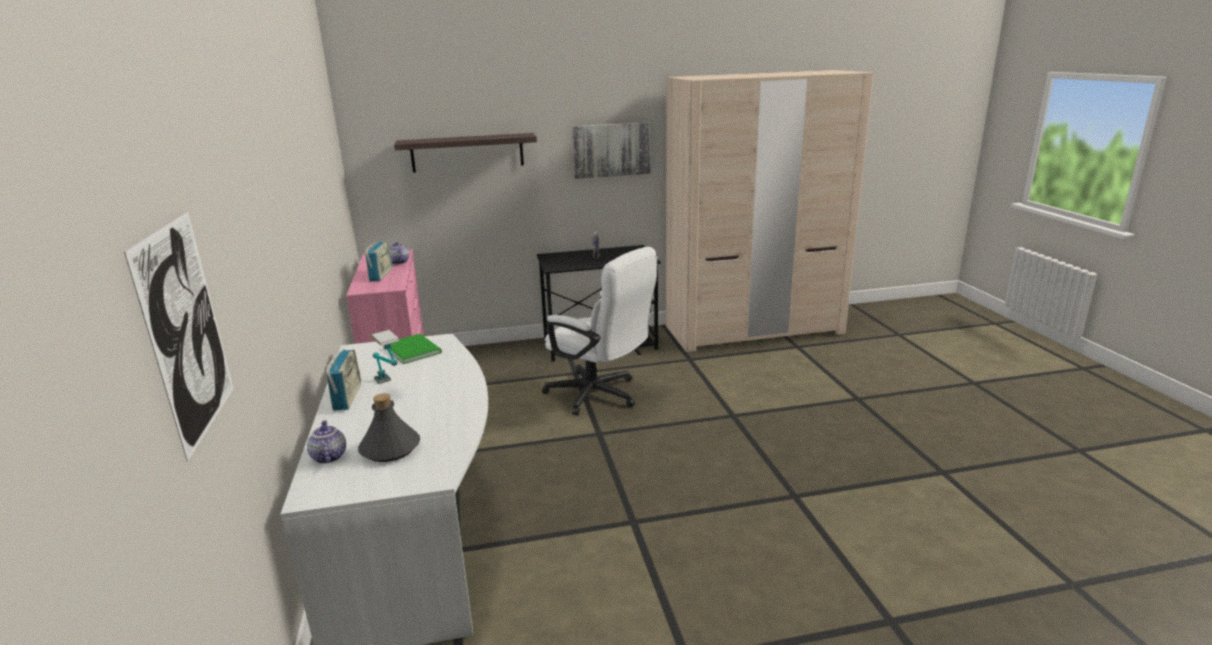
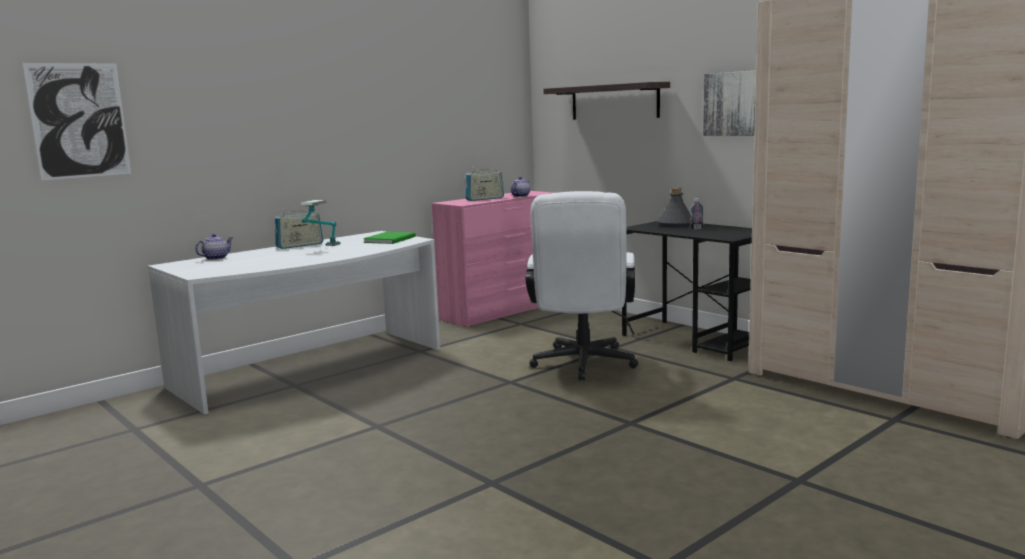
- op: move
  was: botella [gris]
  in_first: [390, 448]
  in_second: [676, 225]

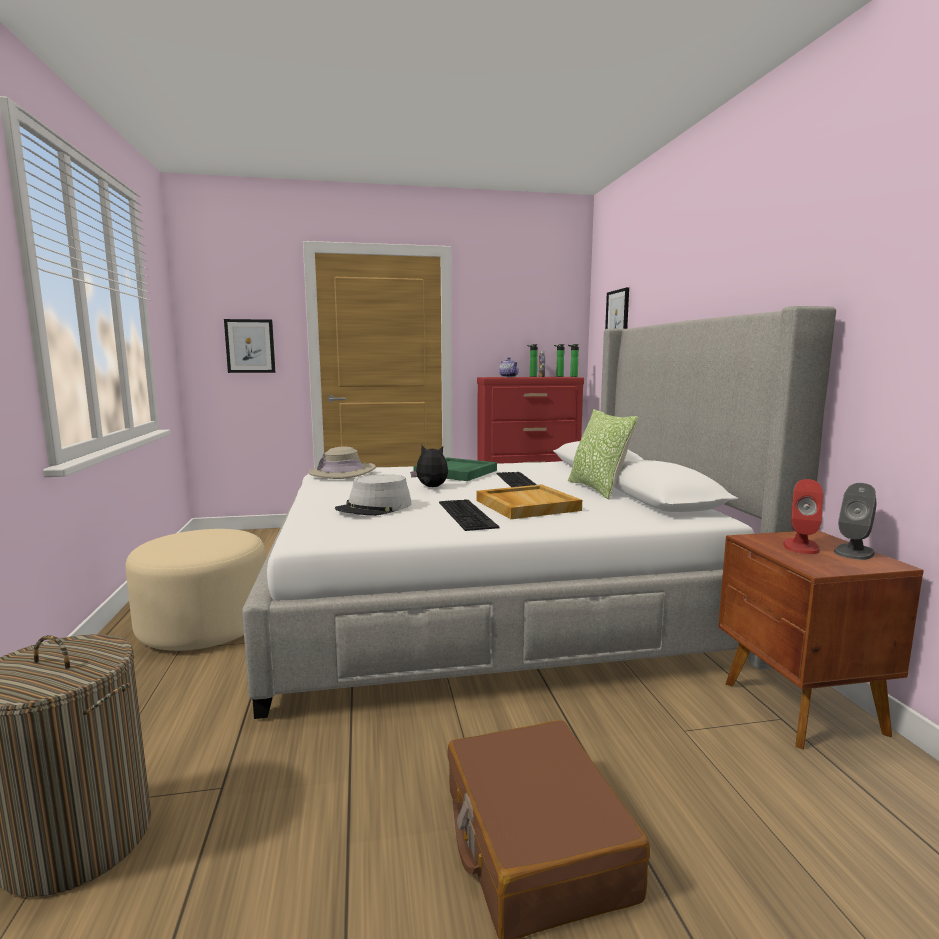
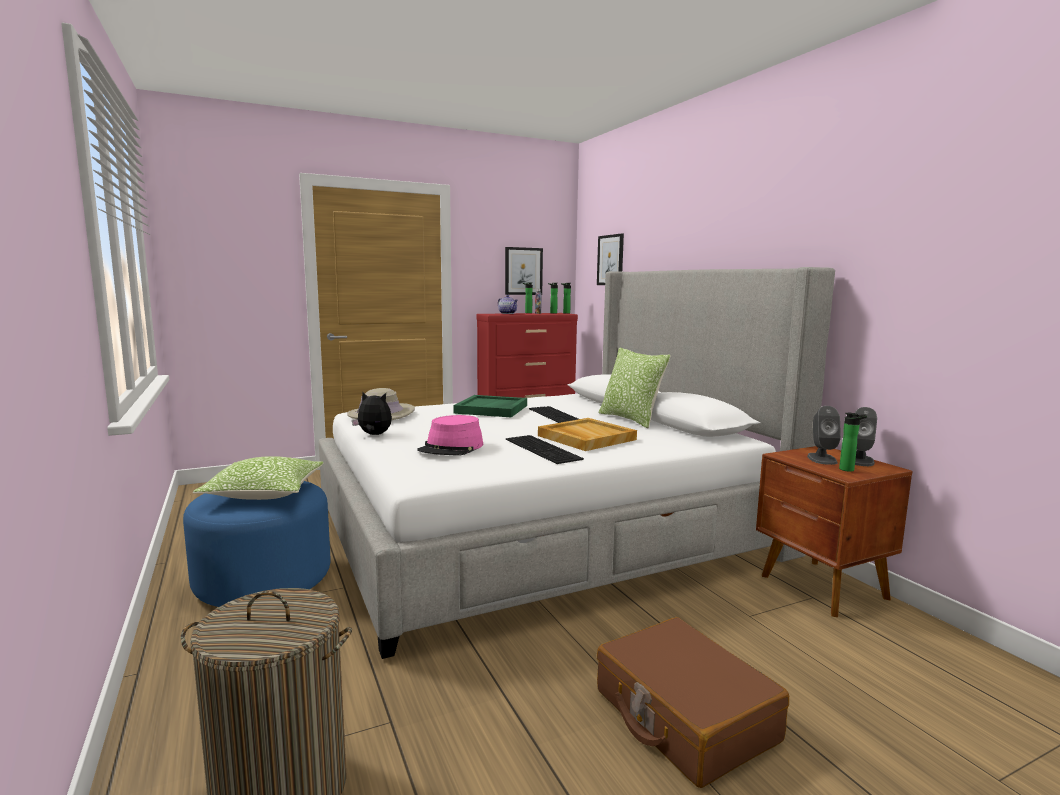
- op: recolor
  was: puf [beis]
  now: puf [azul]
  in_first: [204, 626]
  in_second: [264, 580]
- op: insert
  now: cojín
  in_second: [265, 493]
- op: move
  was: peluche
  in_first: [431, 487]
  in_second: [374, 435]
- op: recolor
  was: sombrero [gris]
  now: sombrero [rosa]
  in_first: [374, 508]
  in_second: [451, 448]
- op: move
  was: cuadro
  in_first: [250, 346]
  in_second: [523, 271]
- op: recolor
  was: altavoz [rojo]
  now: altavoz [gris]
  in_first: [801, 546]
  in_second: [822, 459]
- op: insert
  now: botella
  in_second: [849, 469]

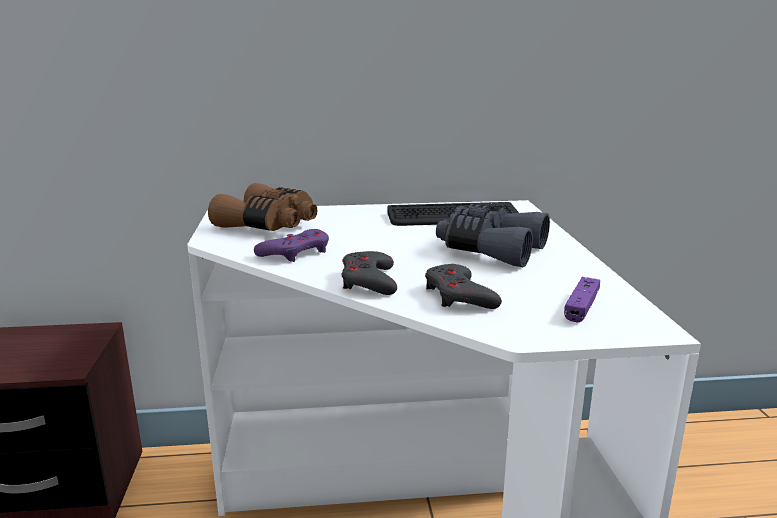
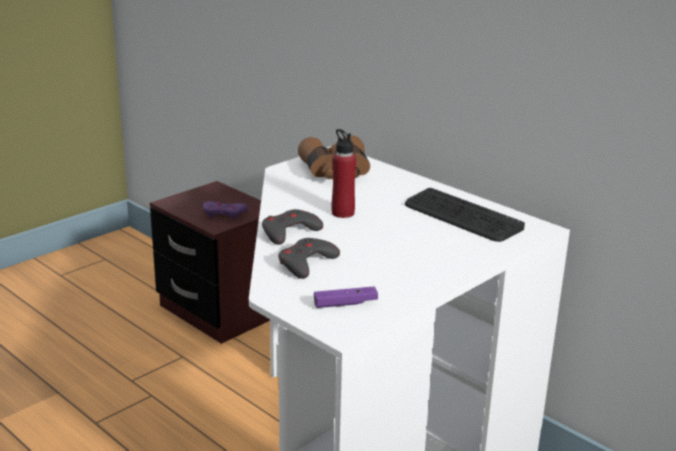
- op: move
  was: mando de consola [morado]
  in_first: [296, 252]
  in_second: [224, 214]
- op: insert
  now: botella [rojo]
  in_second: [342, 213]
- op: delete
  was: prismáticos [gris]
  in_first: [489, 249]

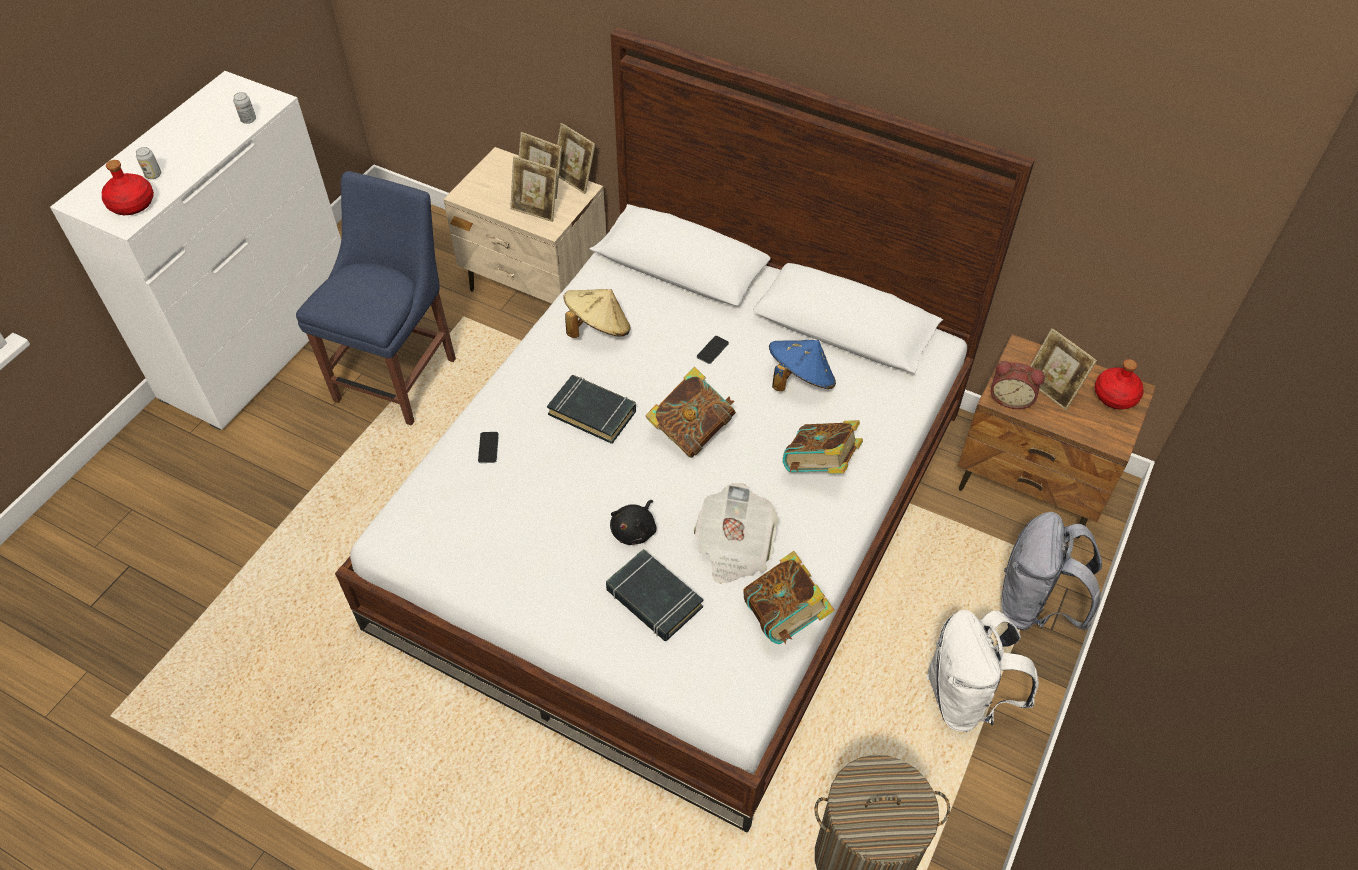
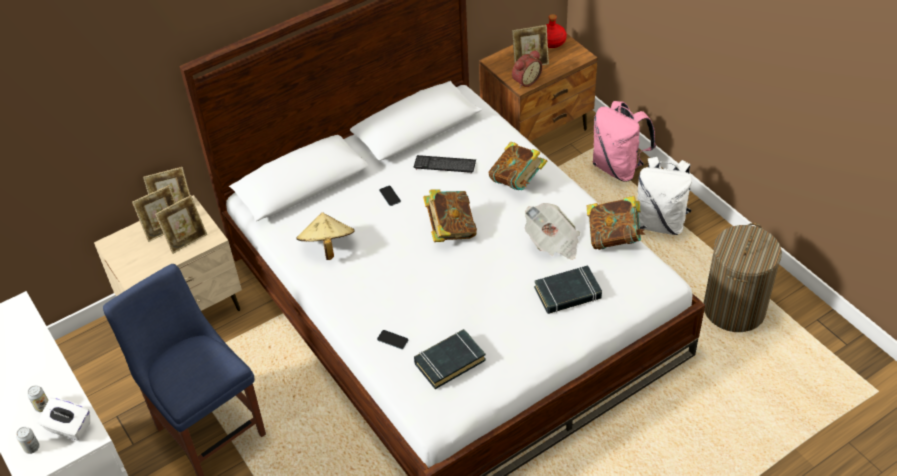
- op: move
  was: lata
  in_first: [248, 120]
  in_second: [32, 448]
- op: replace
  was: botella [rojo]
  now: caja de pañuelos [blanco]
  in_first: [132, 204]
  in_second: [69, 428]
- op: replace
  was: sombrero [azul]
  now: teclado
  in_first: [799, 380]
  in_second: [445, 165]
- op: move
  was: libro [negro]
  in_first: [592, 412]
  in_second: [449, 361]
- op: recolor
  was: mochila [gris]
  now: mochila [rosa]
  in_first: [1034, 606]
  in_second: [618, 167]
- op: delete
  was: peluche [negro]
  in_first: [635, 530]

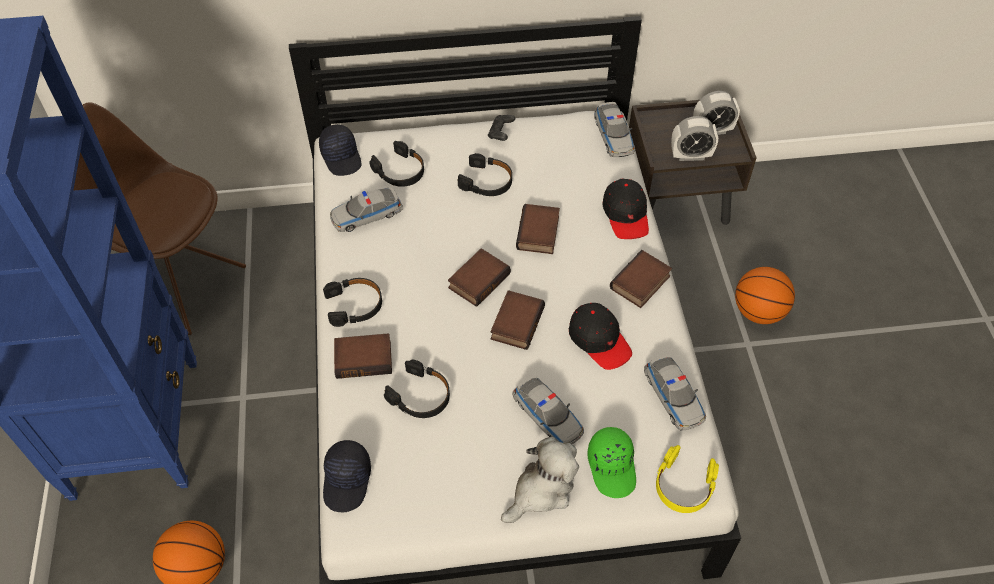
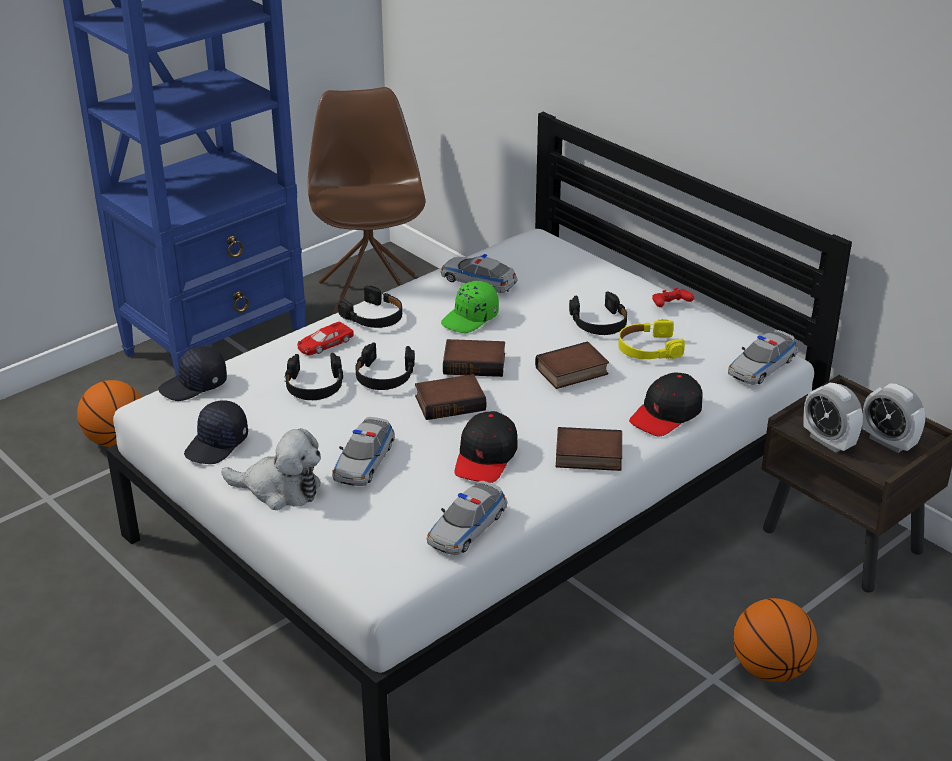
- op: move
  was: gorra [negro]
  in_first: [342, 157]
  in_second: [217, 444]
- op: replace
  was: libro
  now: coche de juguete [rojo]
  in_first: [364, 358]
  in_second: [324, 344]
- op: move
  was: auriculares [negro]
  in_first: [400, 171]
  in_second: [384, 376]
- op: move
  was: gorra [verde]
  in_first: [612, 466]
  in_second: [470, 318]
- op: move
  was: auriculares [amarillo]
  in_first: [683, 485]
  in_second: [648, 349]
- op: recolor
  was: mando de consola [negro]
  now: mando de consola [rojo]
  in_first: [501, 133]
  in_second: [670, 306]

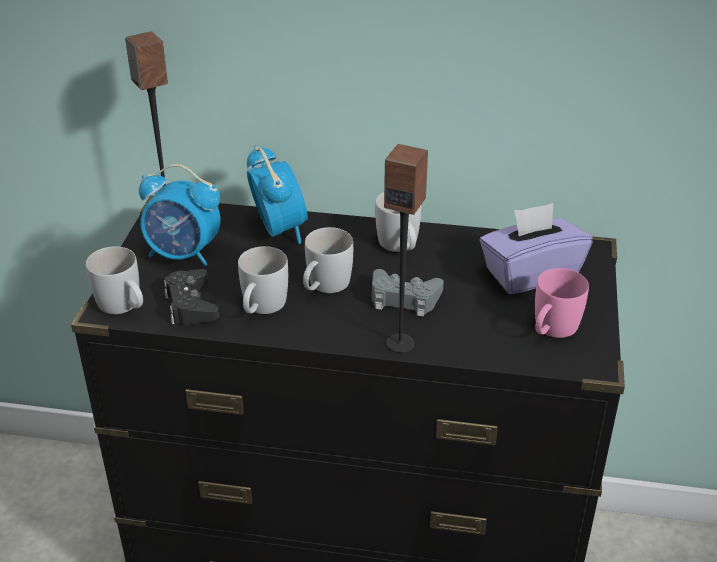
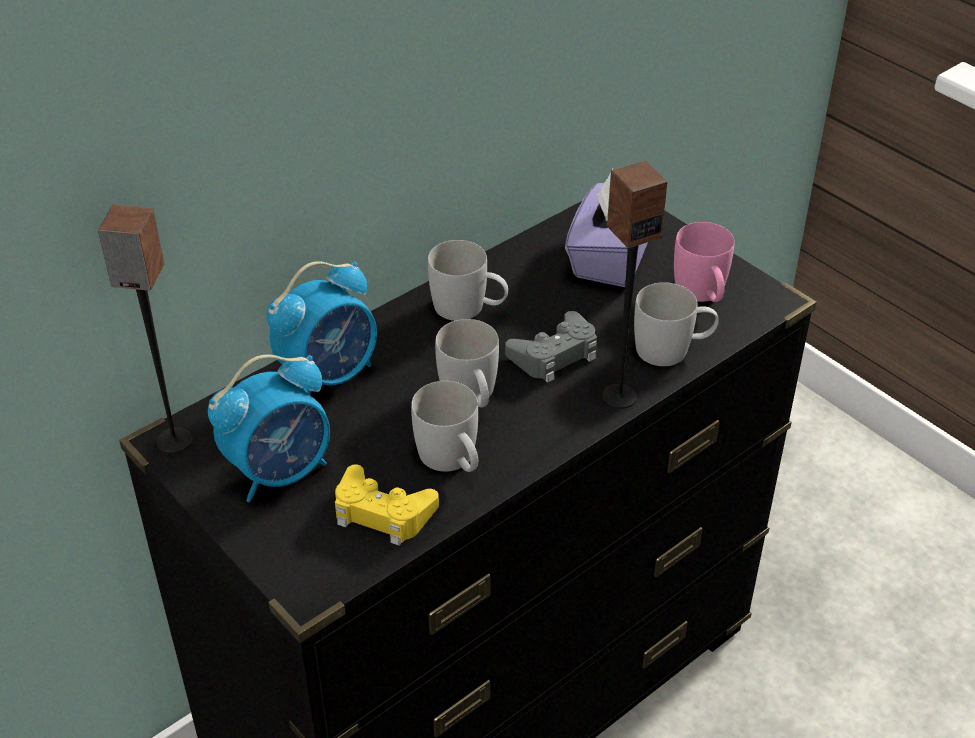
- op: rotate
  was: despertador
  in_first: [279, 230]
  in_second: [330, 374]
  clockwise: 120
- op: recolor
  was: mando de consola [negro]
  now: mando de consola [amarillo]
  in_first: [191, 305]
  in_second: [382, 513]
- op: move
  was: taza grande [blanco]
  in_first: [124, 306]
  in_second: [673, 349]

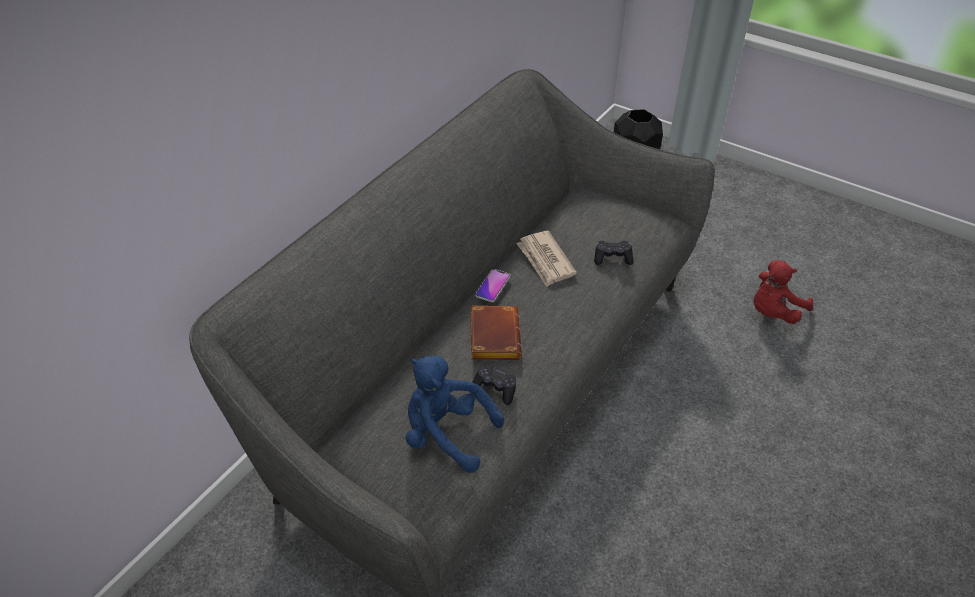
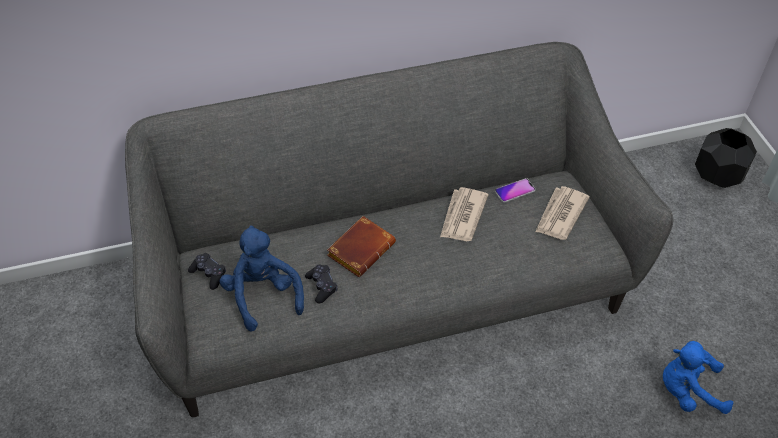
- op: move
  was: mando de consola [negro]
  in_first: [612, 258]
  in_second: [209, 274]
- op: move
  was: móvil
  in_first: [492, 286]
  in_second: [515, 191]
- op: insert
  now: periódico
  in_second: [560, 215]
- op: recolor
  was: peluche [rojo]
  now: peluche [azul]
  in_first: [773, 312]
  in_second: [688, 391]

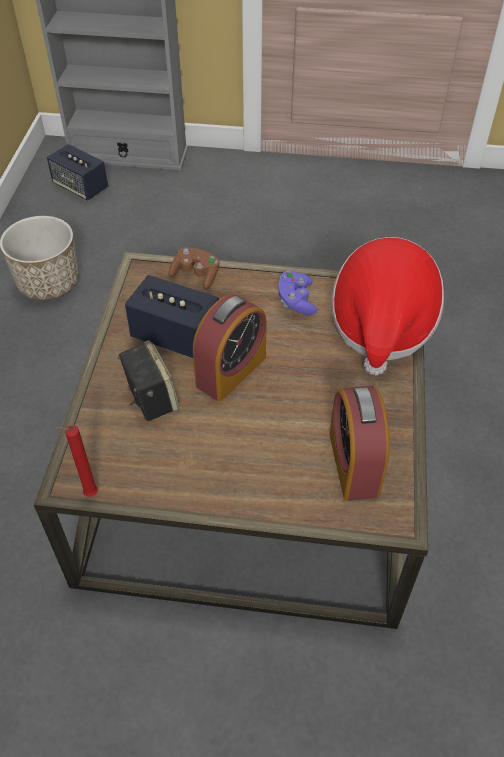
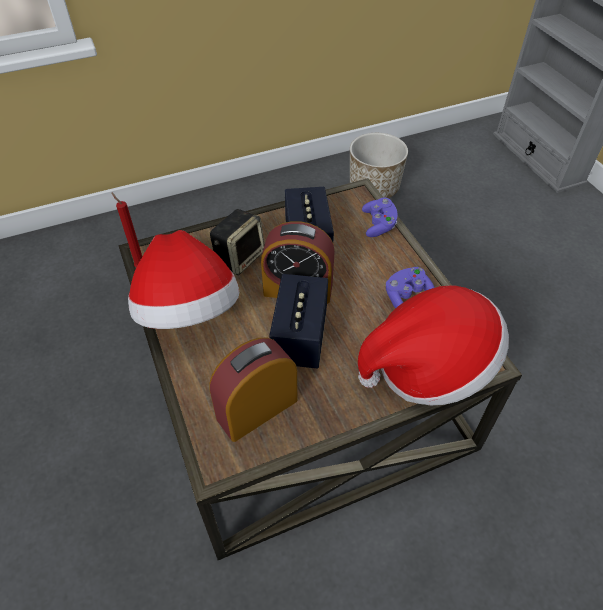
- op: insert
  now: sombrero
  in_second: [188, 311]
- op: move
  was: altavoz
  in_first: [81, 187]
  in_second: [300, 337]
- op: recolor
  was: mando de consola [marrón]
  now: mando de consola [morado]
  in_first: [196, 275]
  in_second: [379, 225]

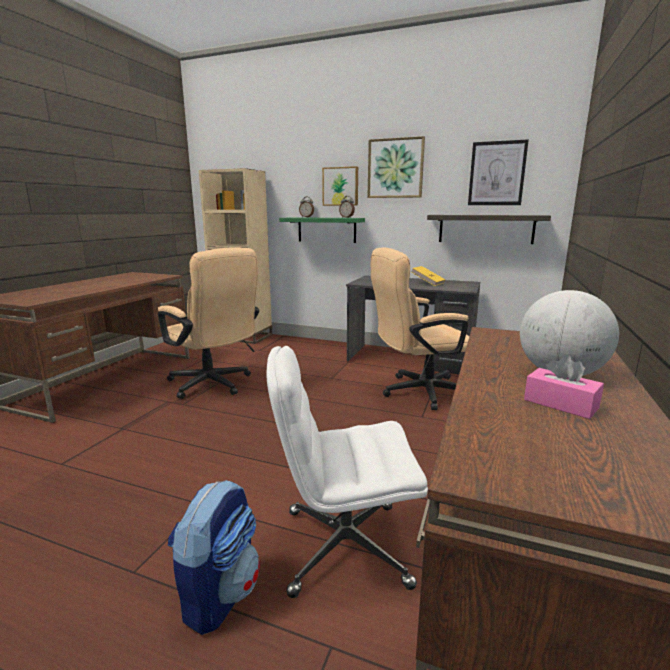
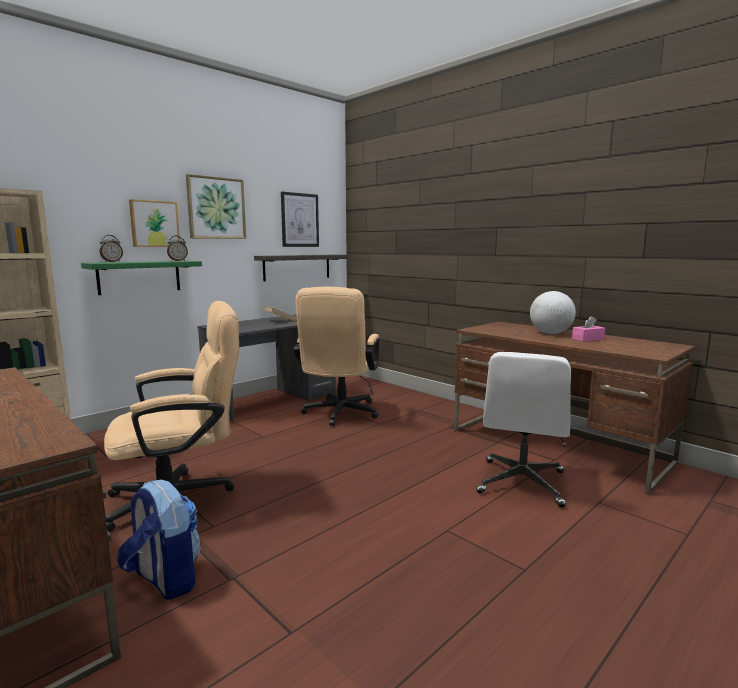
- op: move
  was: mochila
  in_first: [220, 593]
  in_second: [164, 579]

